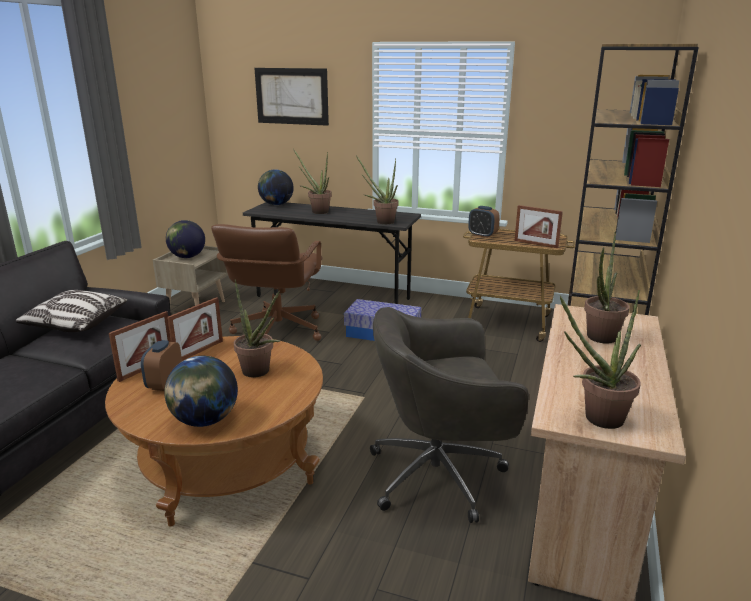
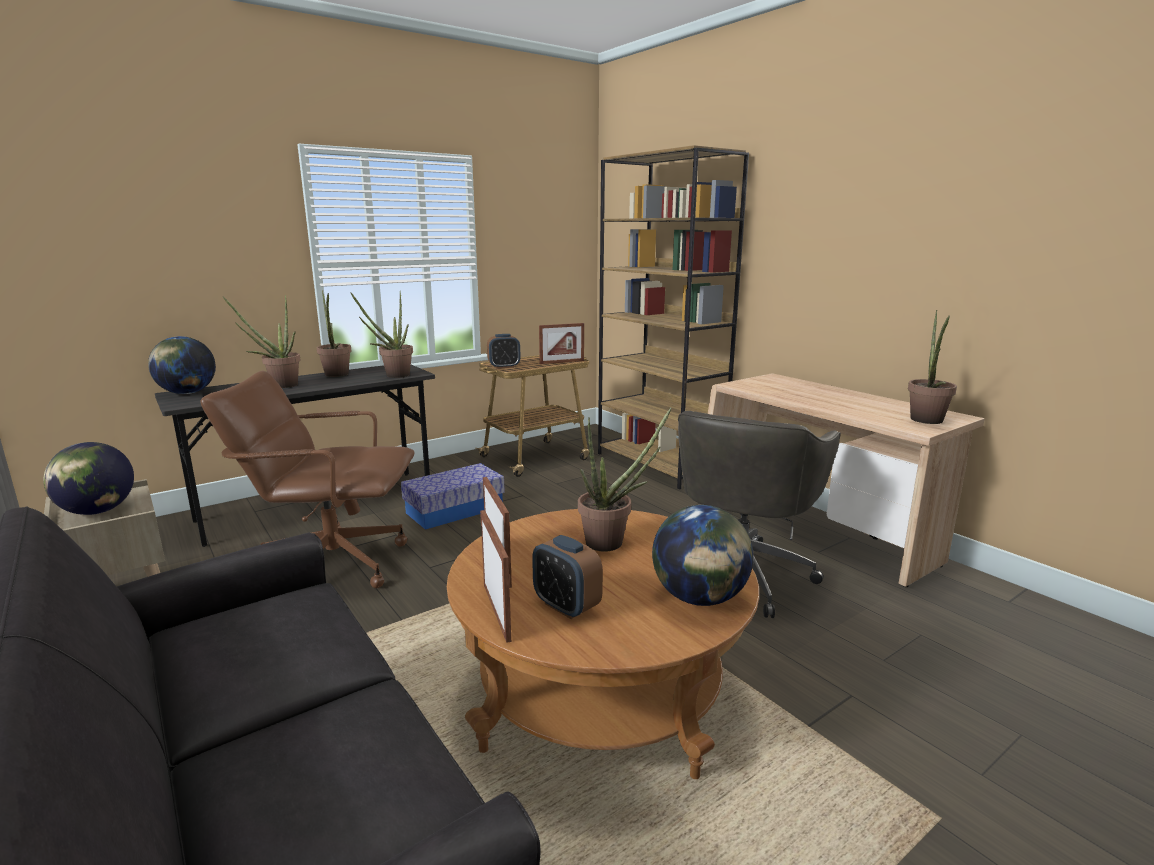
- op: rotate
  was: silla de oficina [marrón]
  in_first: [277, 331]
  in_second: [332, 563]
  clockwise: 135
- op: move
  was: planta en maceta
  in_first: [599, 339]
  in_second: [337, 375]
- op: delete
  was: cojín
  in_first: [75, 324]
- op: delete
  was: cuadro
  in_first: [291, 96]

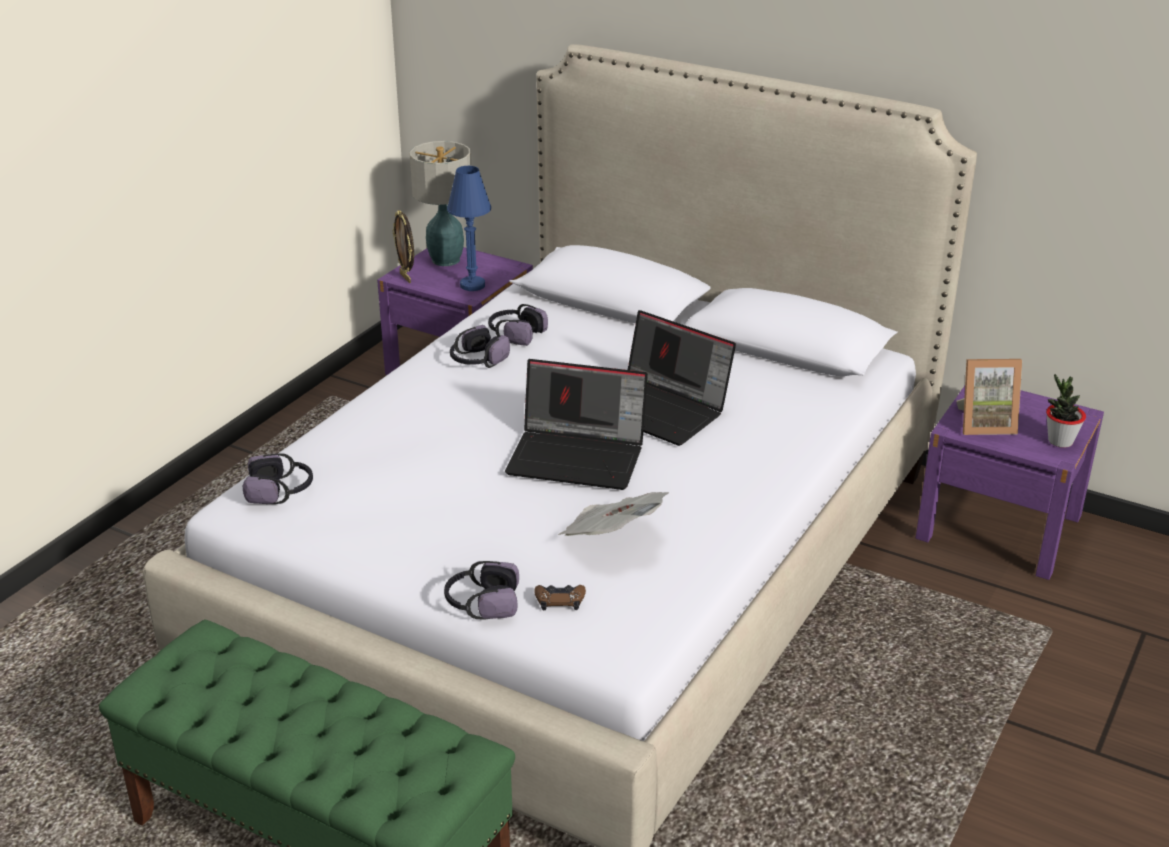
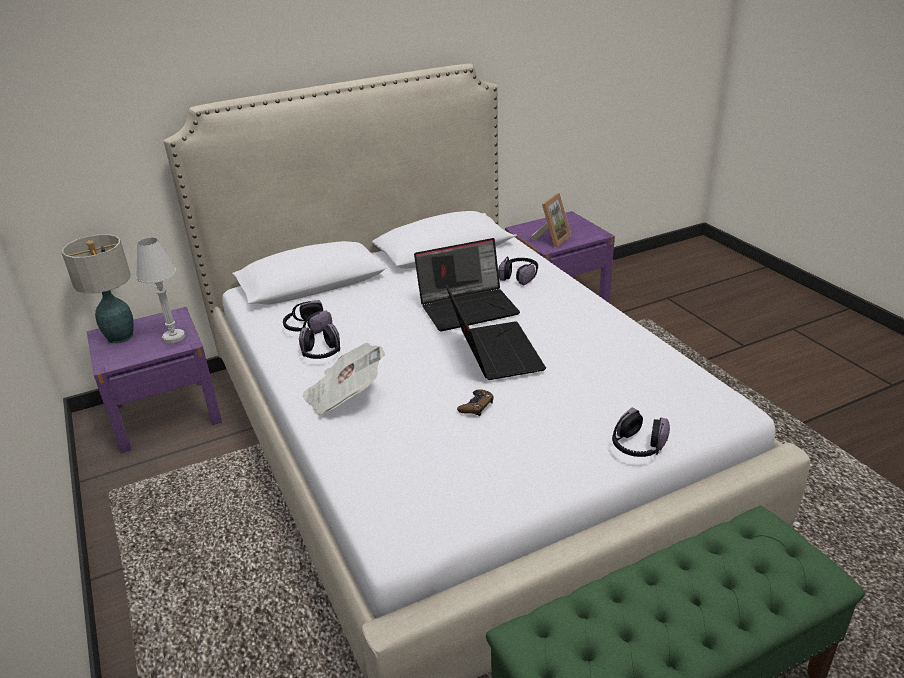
- op: recolor
  was: lámpara de mesa [azul]
  now: lámpara de mesa [blanco]
  in_first: [472, 285]
  in_second: [174, 337]
- op: move
  was: periódico
  in_first: [612, 537]
  in_second: [344, 396]
- op: rotate
  was: portátil
  in_first: [579, 456]
  in_second: [493, 352]
  clockwise: -60
- op: move
  was: mando de consola [marrón]
  in_first: [560, 600]
  in_second: [476, 406]
- op: move
  was: auriculares
  in_first: [280, 491]
  in_second: [519, 276]
- op: delete
  was: portarretratos
  in_first: [406, 277]
- op: delete
  was: planta en maceta
  in_first: [1060, 441]

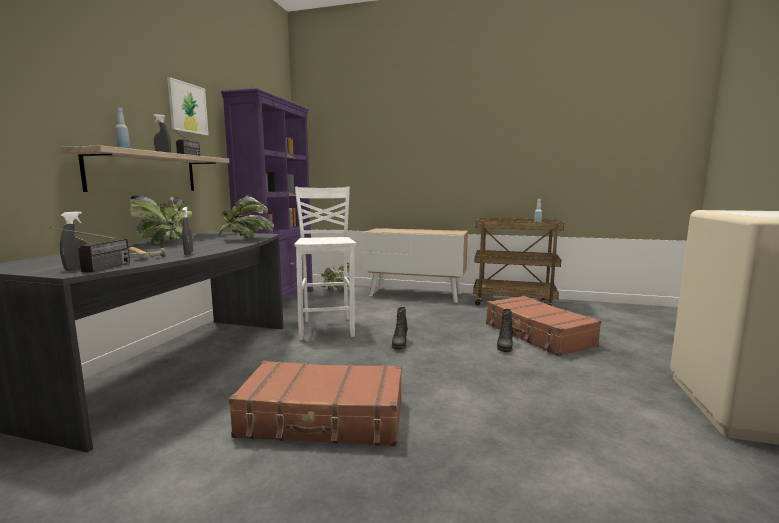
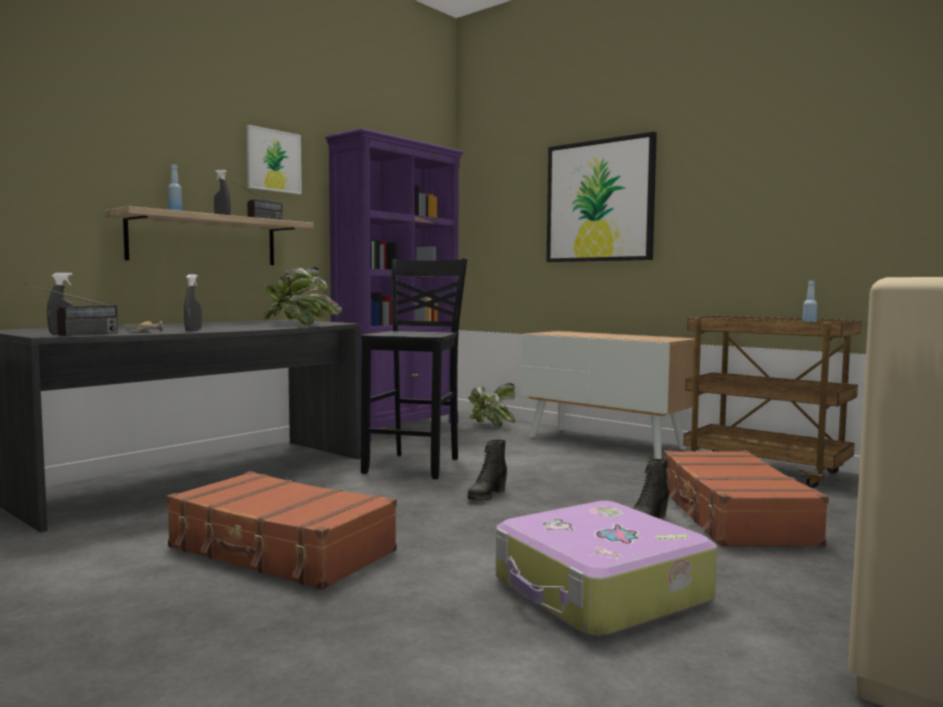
- op: recolor
  was: taburete [blanco]
  now: taburete [negro]
  in_first: [327, 328]
  in_second: [415, 465]
- op: insert
  now: maleta
  in_second: [600, 592]
- op: insert
  now: cuadro
  in_second: [599, 201]
- op: delete
  was: planta en maceta
  in_first: [166, 243]

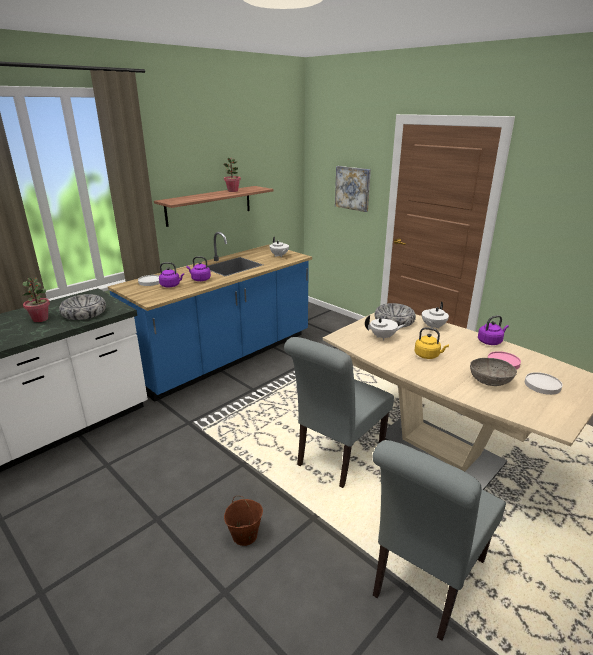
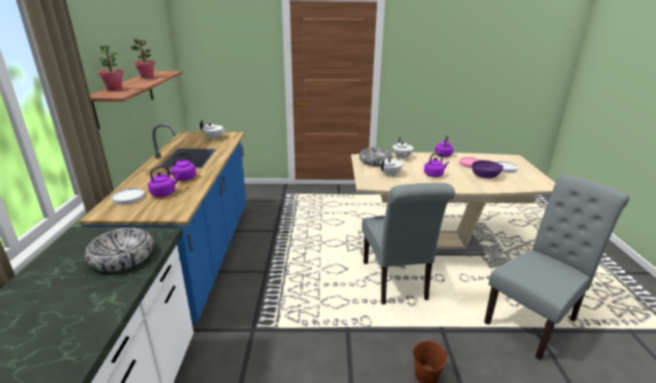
- op: move
  was: planta en maceta
  in_first: [40, 319]
  in_second: [114, 89]
- op: recolor
  was: hervidor [amarillo]
  now: hervidor [morado]
  in_first: [428, 355]
  in_second: [434, 175]
- op: recolor
  was: cuenco [gris]
  now: cuenco [morado]
  in_first: [490, 381]
  in_second: [485, 176]
- op: rotate
  was: silla [gris]
  in_first: [425, 582]
  in_second: [534, 320]
  clockwise: -120
- op: delete
  was: cuadro
  in_first: [353, 188]

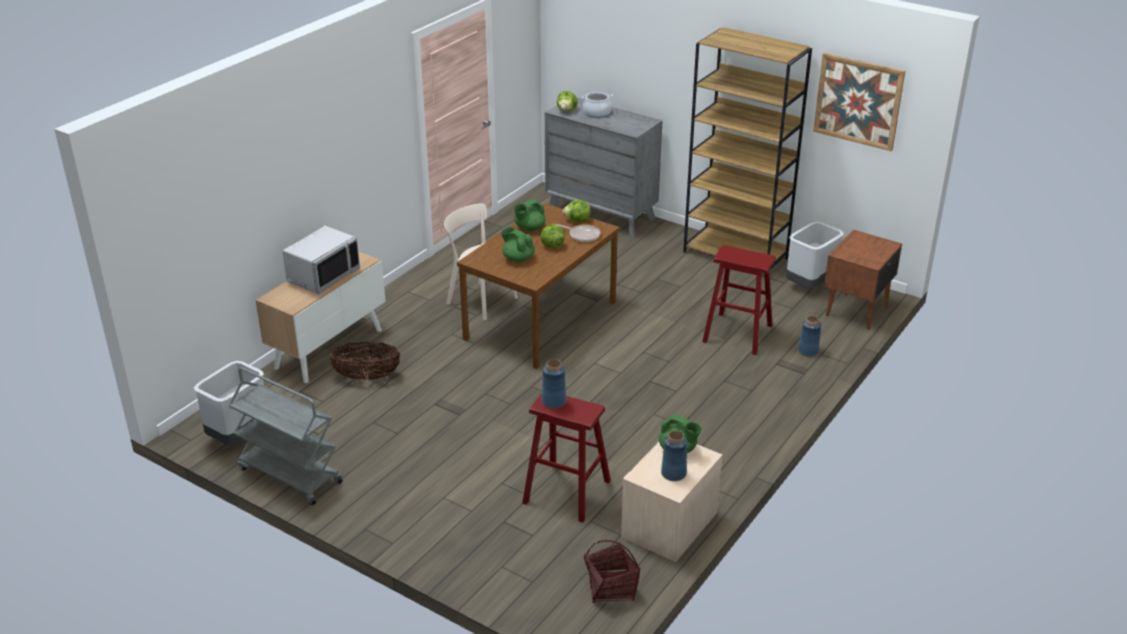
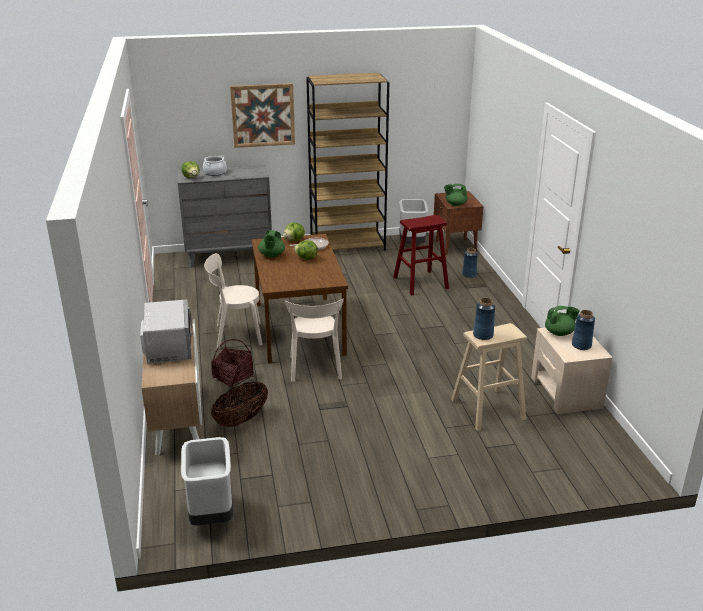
- op: move
  was: cesta
  in_first: [611, 588]
  in_second: [233, 377]
- op: move
  was: cuadro
  in_first: [858, 101]
  in_second: [263, 115]
- op: insert
  now: silla [beis]
  in_second: [315, 369]
- op: move
  was: tetera [verde]
  in_first: [518, 258]
  in_second: [455, 204]
- op: recolor
  was: taburete [rojo]
  now: taburete [beis]
  in_first: [566, 491]
  in_second: [487, 409]
- op: delete
  was: carrito [gris]
  in_first: [289, 475]

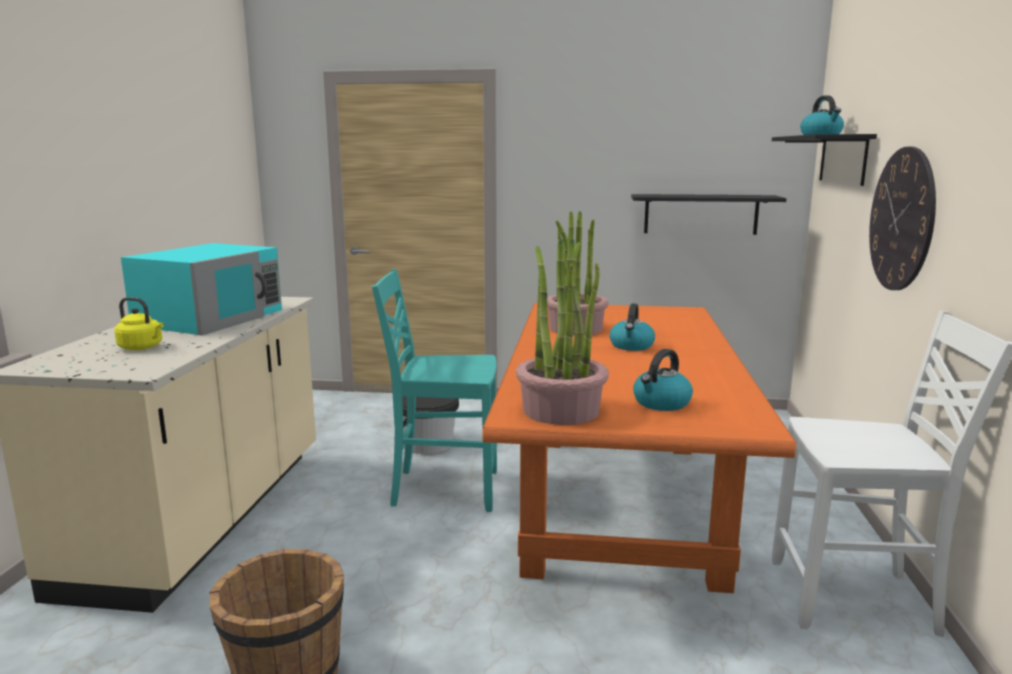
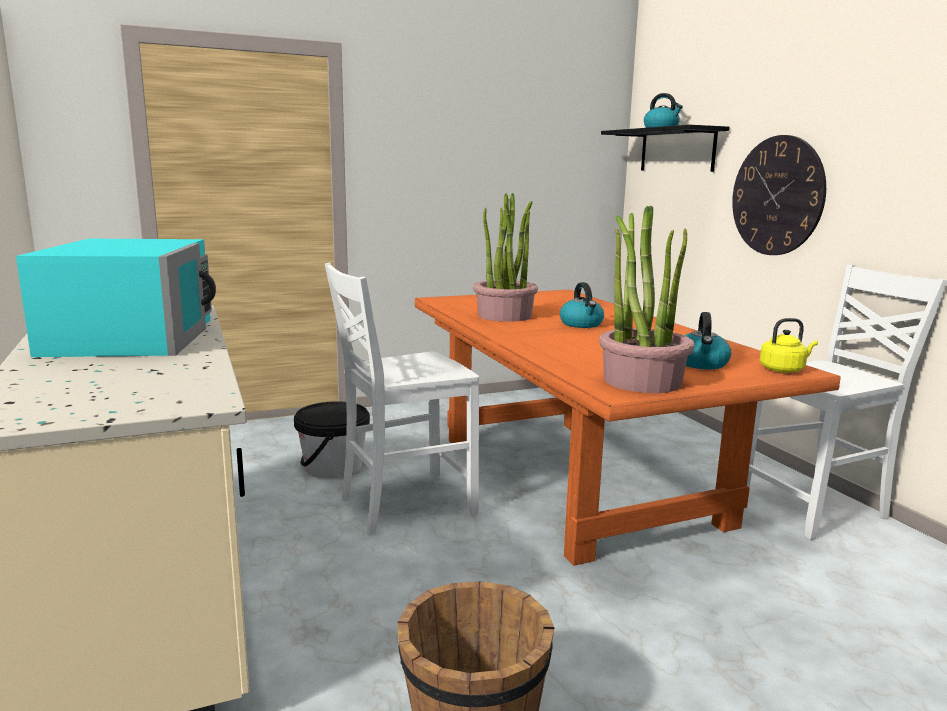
- op: recolor
  was: silla [turquesa]
  now: silla [blanco]
  in_first: [443, 489]
  in_second: [404, 505]
- op: move
  was: hervidor [amarillo]
  in_first: [142, 347]
  in_second: [784, 369]
- op: delete
  was: estante [negro]
  in_first: [701, 214]

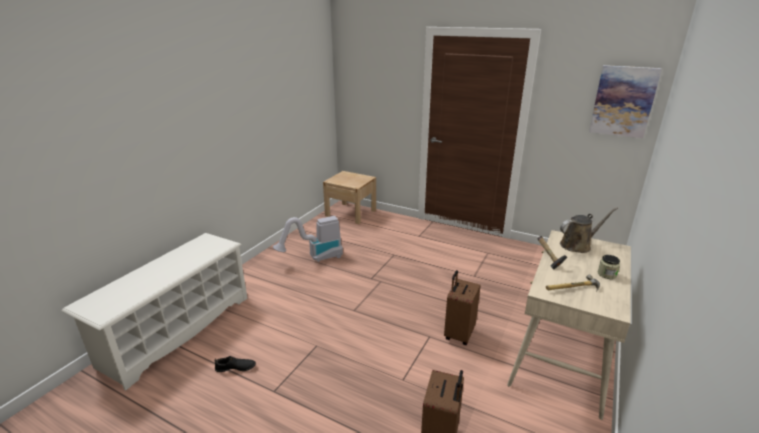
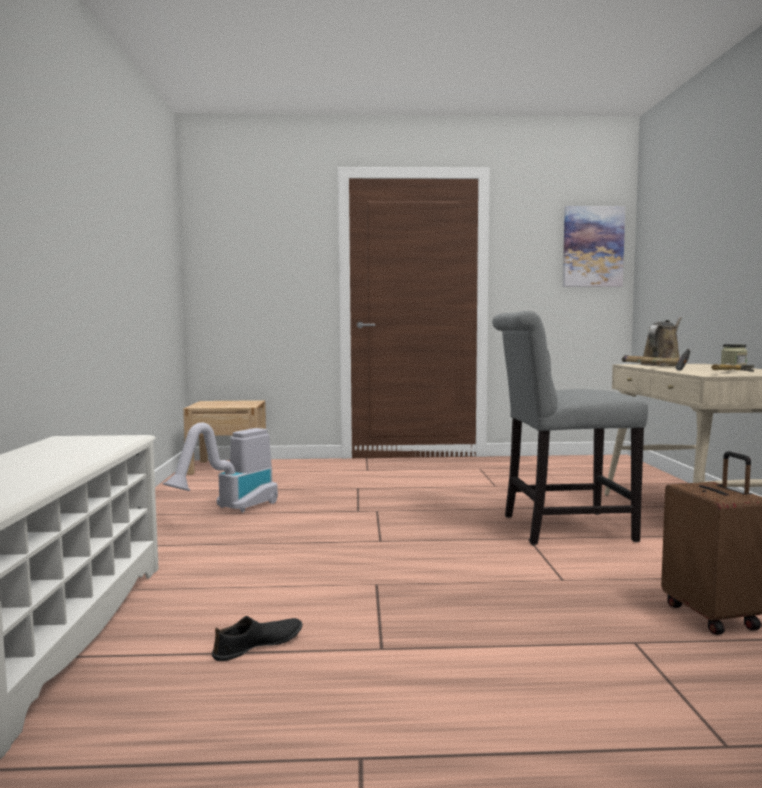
- op: replace
  was: maleta [marrón]
  now: silla [gris]
  in_first: [458, 334]
  in_second: [560, 528]

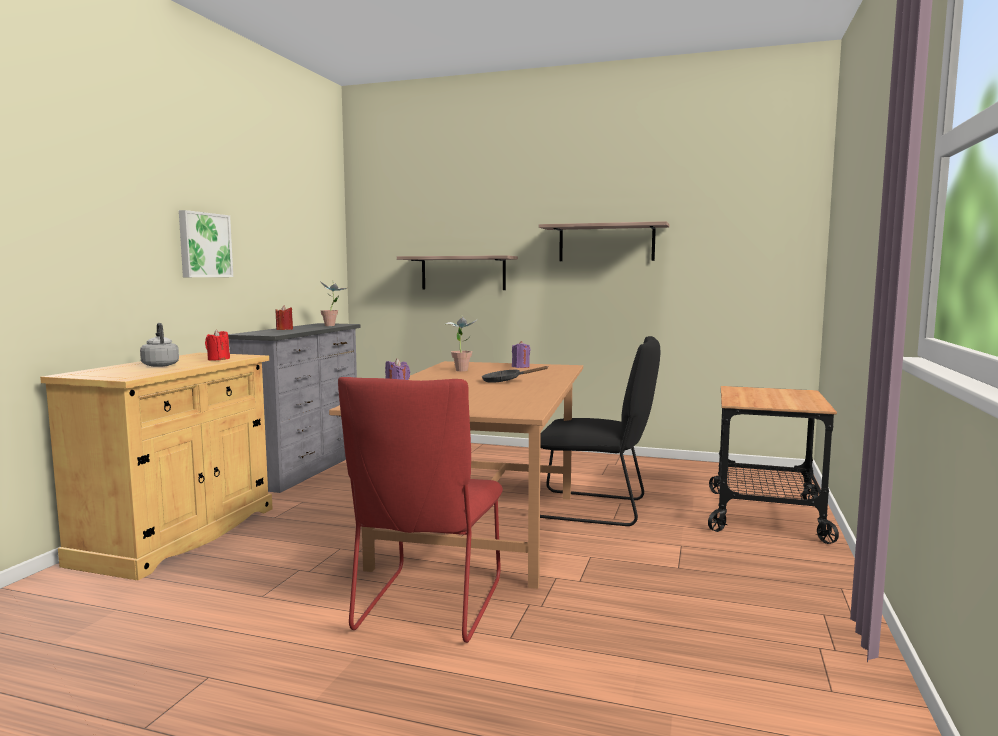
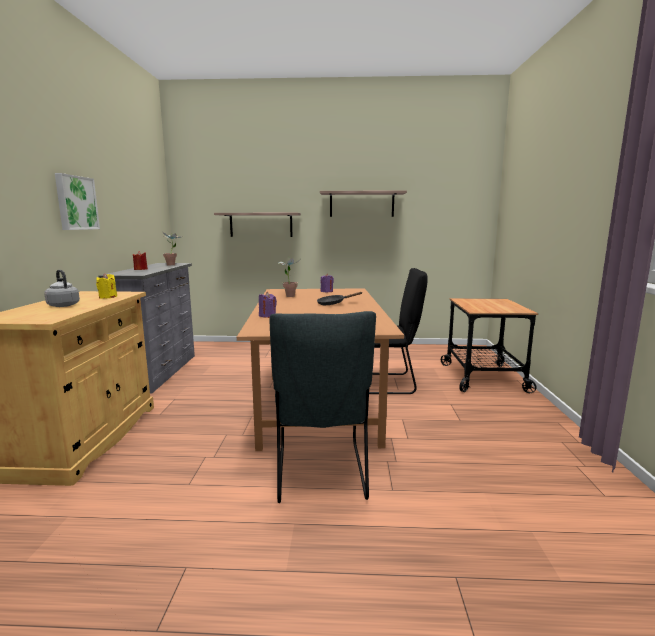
- op: recolor
  was: vela [rojo]
  now: vela [amarillo]
  in_first: [218, 359]
  in_second: [108, 297]
- op: recolor
  was: silla [rojo]
  now: silla [gris]
  in_first: [427, 608]
  in_second: [321, 475]

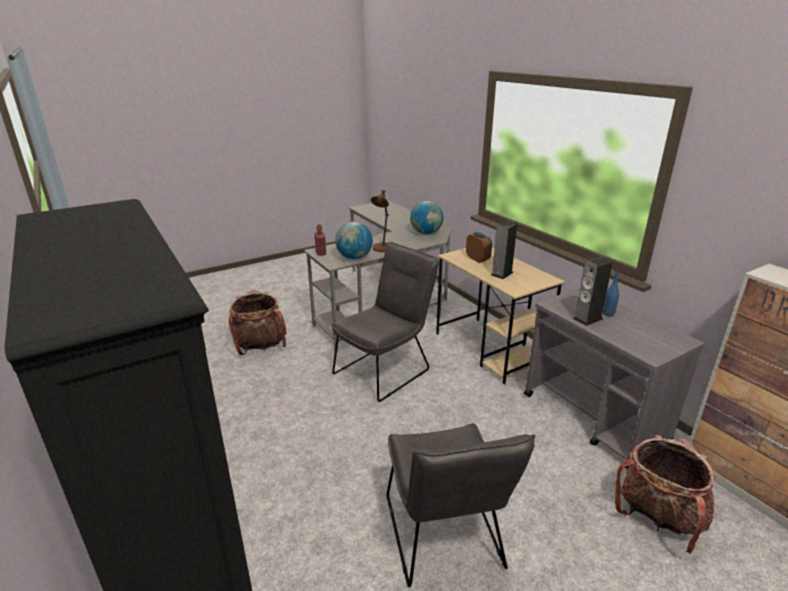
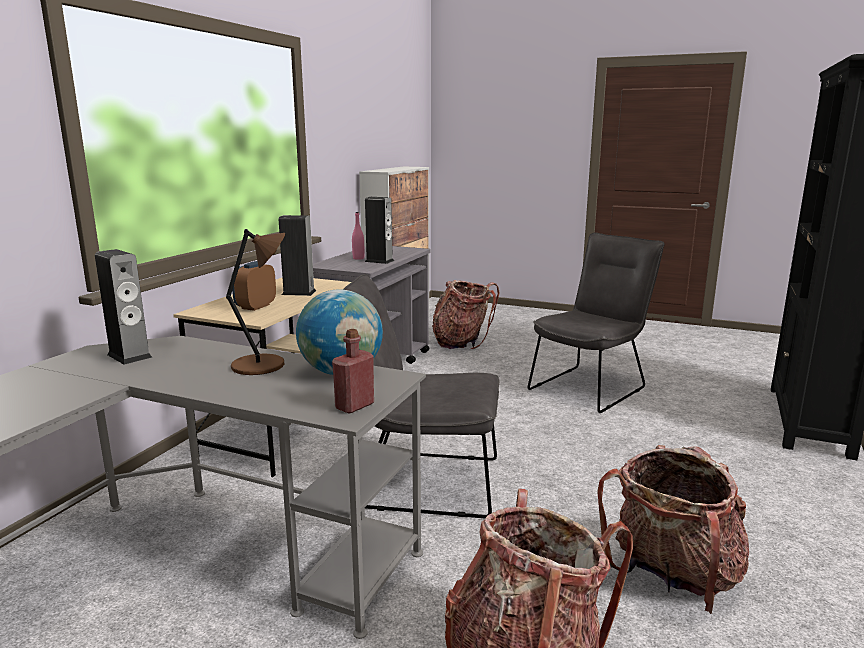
- op: replace
  was: globo terráqueo
  now: altavoz
  in_first: [426, 233]
  in_second: [129, 356]
- op: recolor
  was: botella [azul]
  now: botella [rosa]
  in_first: [608, 313]
  in_second: [358, 258]
- op: insert
  now: mochila
  in_second: [672, 577]

